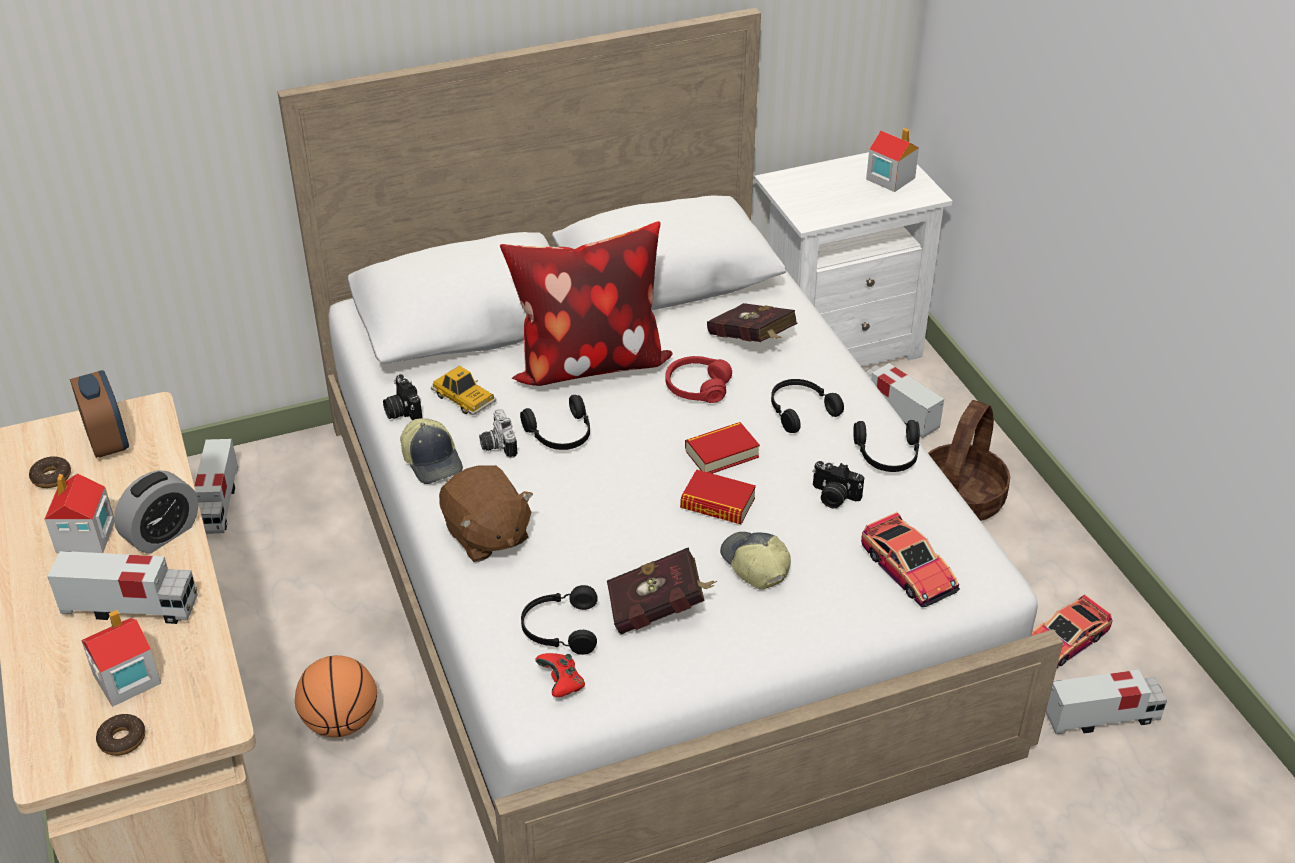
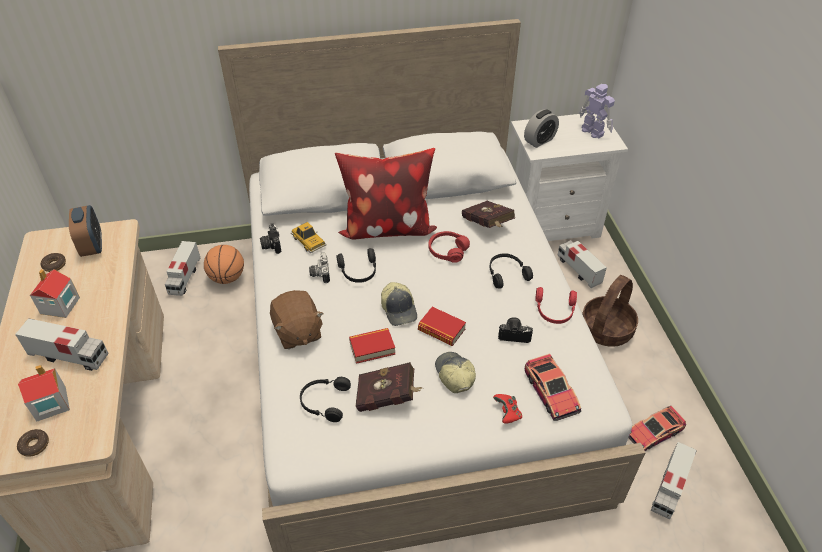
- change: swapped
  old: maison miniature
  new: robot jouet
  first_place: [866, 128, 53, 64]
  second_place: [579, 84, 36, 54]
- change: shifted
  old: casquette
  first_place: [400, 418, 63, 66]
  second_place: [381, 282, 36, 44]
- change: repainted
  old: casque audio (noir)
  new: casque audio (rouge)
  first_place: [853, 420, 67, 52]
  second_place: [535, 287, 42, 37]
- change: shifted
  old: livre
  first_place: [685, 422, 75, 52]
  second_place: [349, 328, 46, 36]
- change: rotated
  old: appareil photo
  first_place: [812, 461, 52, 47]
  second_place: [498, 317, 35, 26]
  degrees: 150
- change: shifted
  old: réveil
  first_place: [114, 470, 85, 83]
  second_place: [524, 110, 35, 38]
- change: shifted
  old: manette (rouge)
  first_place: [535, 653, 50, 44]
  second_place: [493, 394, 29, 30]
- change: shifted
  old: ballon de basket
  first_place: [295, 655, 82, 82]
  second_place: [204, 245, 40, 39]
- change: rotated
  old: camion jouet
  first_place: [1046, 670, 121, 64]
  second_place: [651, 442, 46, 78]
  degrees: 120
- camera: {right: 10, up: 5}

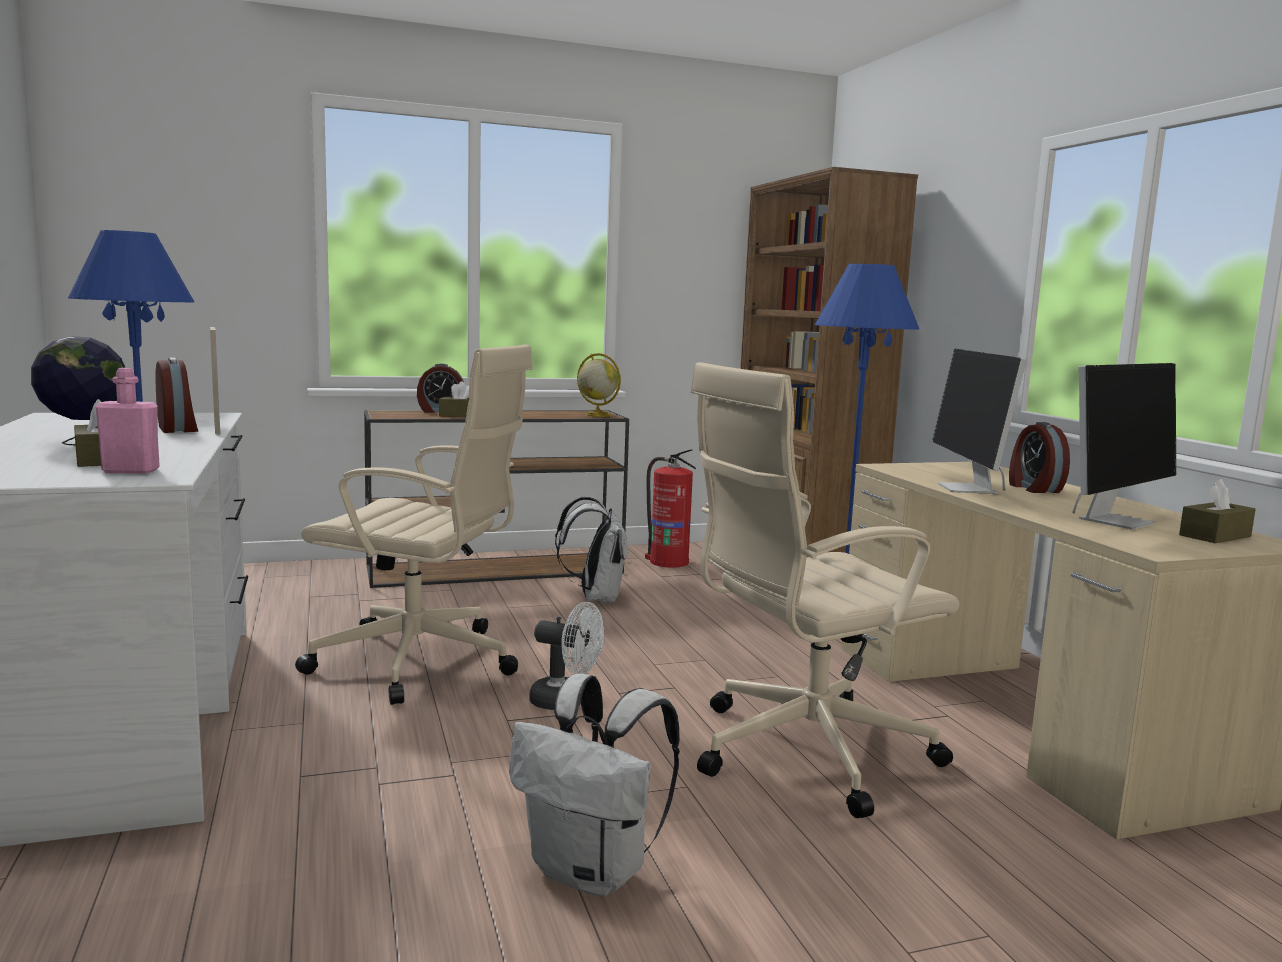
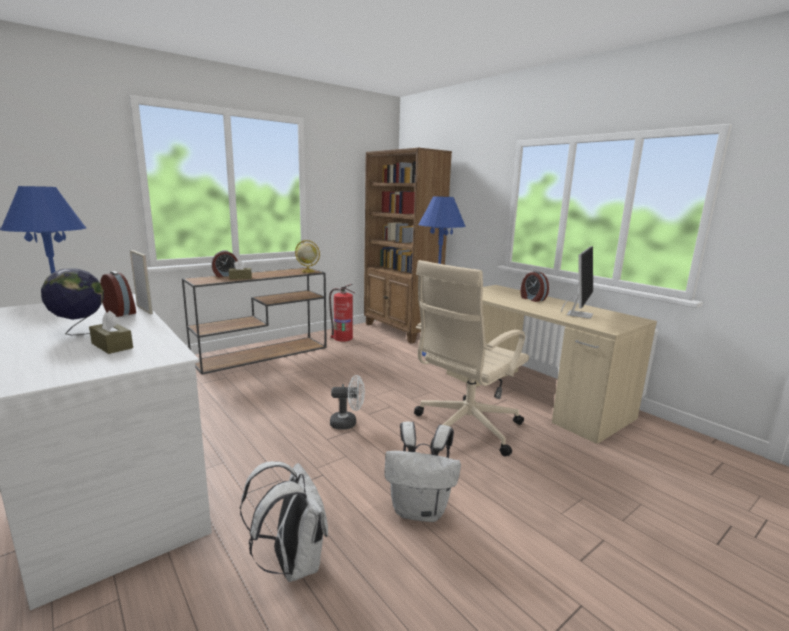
- change: gone
  old: chaise de bureau (beige)
  first_place: [295, 344, 238, 361]
- change: gone
  old: écran d'ordinateur
  first_place: [932, 349, 95, 145]
- change: gone
  old: bouteille (rose)
  first_place: [95, 368, 65, 106]
- change: gone
  old: boîte à mouchoirs (marron)
  first_place: [1179, 479, 77, 64]
- change: shifted
  old: sac à dos (blanc)
  first_place: [555, 496, 73, 107]
  second_place: [240, 461, 88, 121]
- camera: {right: -20, up: 5}

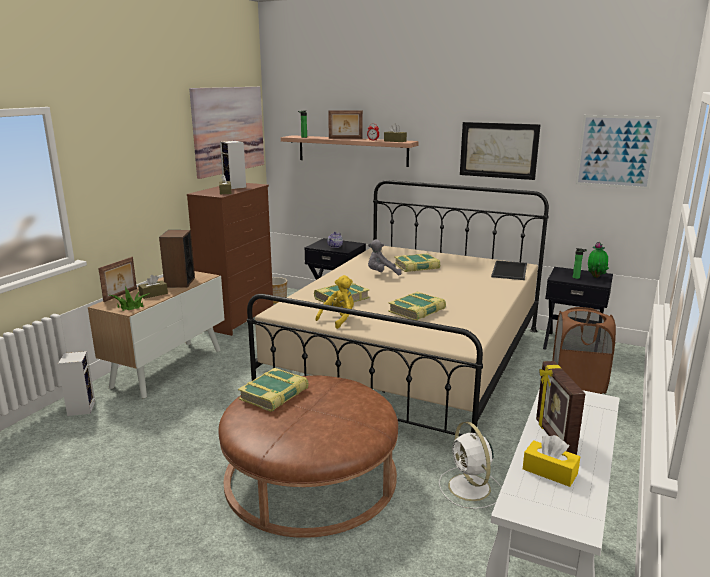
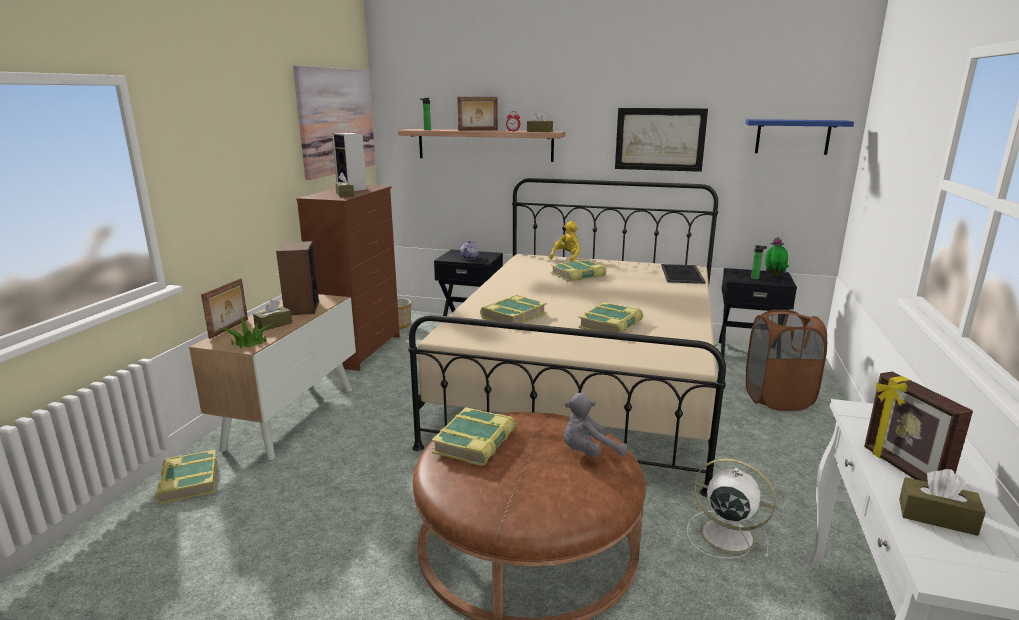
- change: swapped
  old: tableau
  new: étagère (bleu)
  first_place: [575, 115, 86, 74]
  second_place: [746, 119, 108, 36]
- change: shifted
  old: peluche (gris)
  first_place: [368, 239, 33, 36]
  second_place: [564, 393, 63, 64]
- change: shifted
  old: peluche (jaune)
  first_place: [315, 275, 39, 54]
  second_place: [550, 221, 31, 41]
- change: swapped
  old: enceinte
  new: livre
  first_place: [58, 351, 37, 65]
  second_place: [155, 450, 63, 54]
- change: rotated
  old: ventilateur (blanc)
  first_place: [439, 422, 63, 87]
  second_place: [687, 458, 89, 101]
  degrees: 150
- change: repainted
  old: boîte à mouchoirs (jaune)
  new: boîte à mouchoirs (marron)
  first_place: [523, 435, 57, 52]
  second_place: [899, 469, 87, 67]
- camera: {right: -10, up: 0}

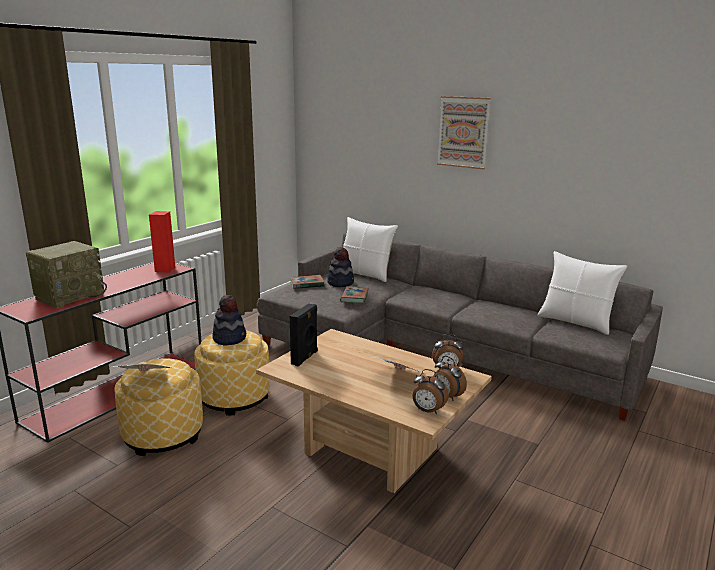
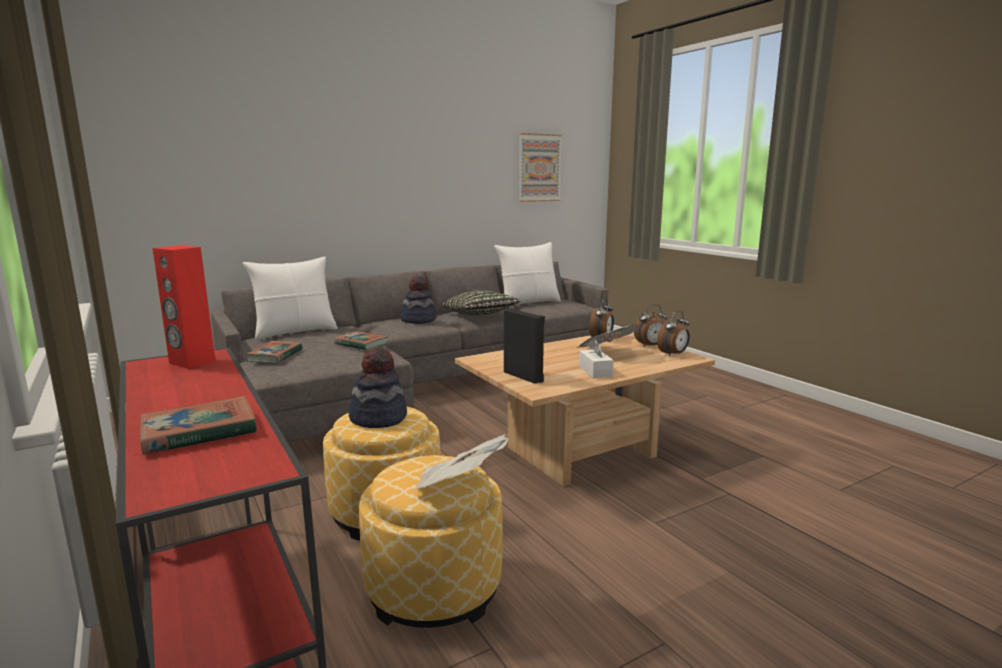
- change: shifted
  old: tableau
  first_place: [437, 96, 54, 73]
  second_place: [519, 133, 43, 69]
- change: swapped
  old: radio
  new: livre
  first_place: [26, 241, 81, 67]
  second_place: [140, 396, 117, 59]
- change: shifted
  old: chapeau
  first_place: [327, 247, 27, 40]
  second_place: [400, 276, 36, 48]
- change: new
  new: coussin
  second_place: [442, 290, 79, 26]
- change: new
  new: boîte à mouchoirs (blanc)
  second_place: [579, 339, 35, 39]
- camera: {right: -65, up: -5}

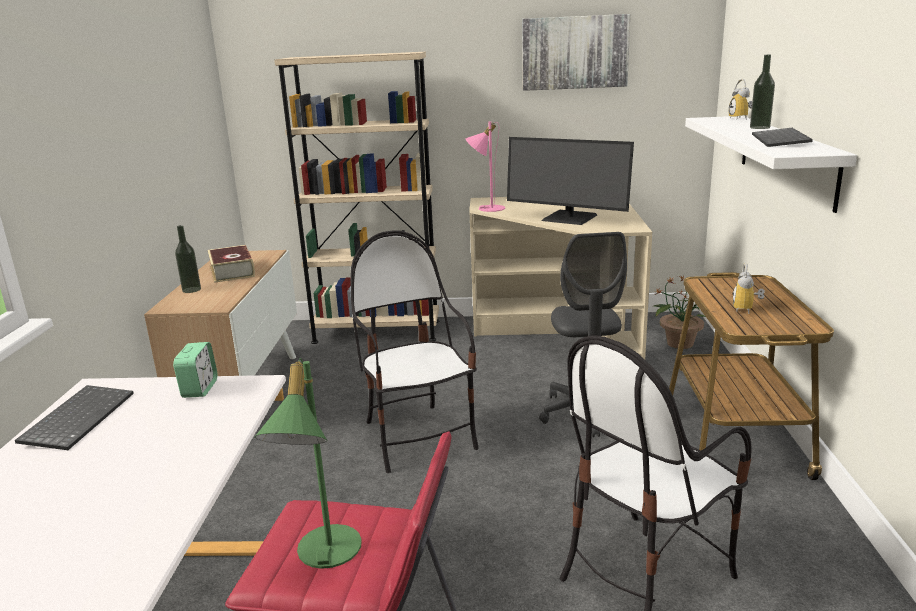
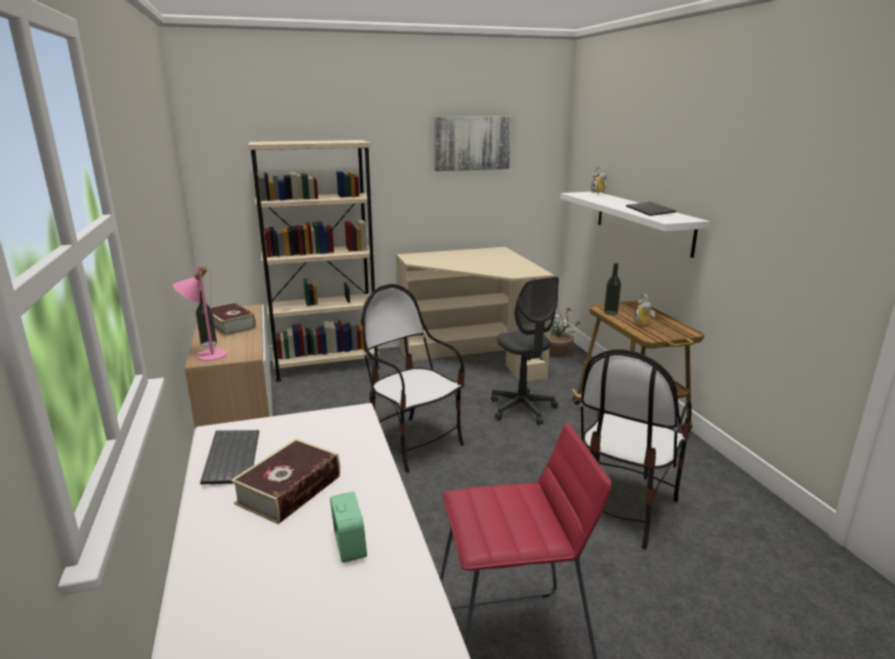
- change: shifted
  old: bouteille
  first_place: [750, 55, 25, 74]
  second_place: [604, 263, 17, 52]
- change: shifted
  old: lampe de table (rose)
  first_place: [465, 121, 40, 91]
  second_place: [173, 266, 55, 95]
- change: gone
  old: écran d'ordinateur
  first_place: [507, 137, 127, 88]
- change: shifted
  old: réveil
  first_place: [173, 342, 44, 56]
  second_place: [330, 492, 37, 71]
- change: gone
  old: lampe de table (vert)
  first_place: [255, 358, 107, 211]
- change: new
  new: livre
  second_place: [231, 439, 109, 85]
- camera: {right: -20, up: 0}

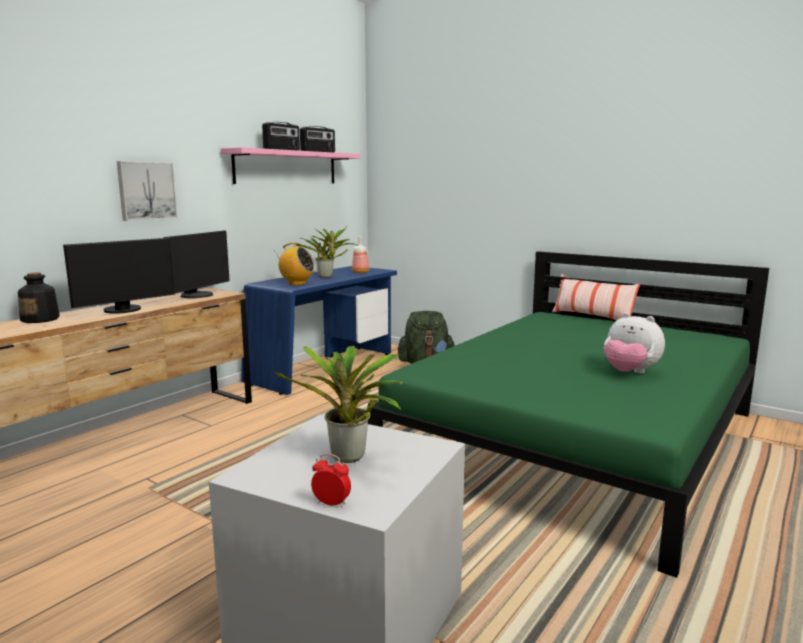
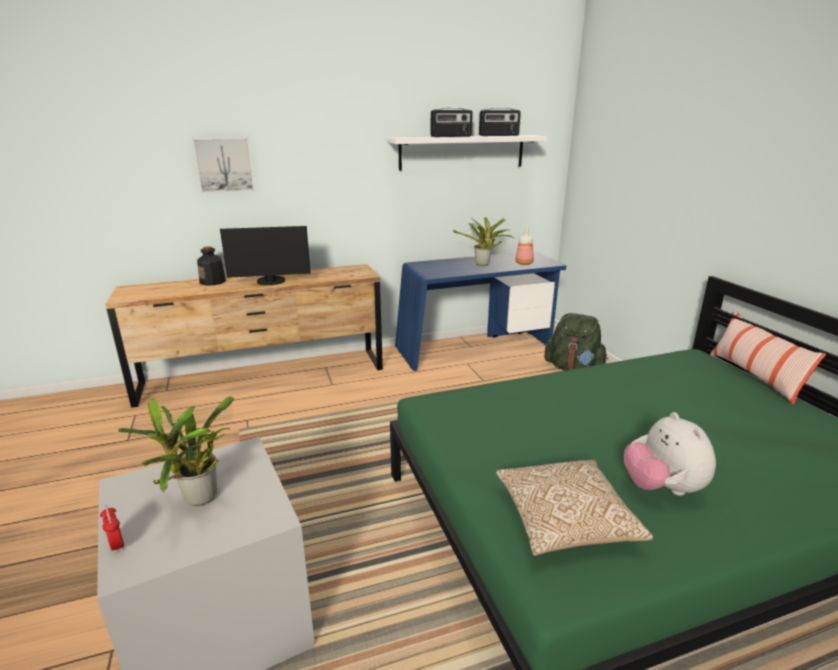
- change: repainted
  old: étagère (rose)
  new: étagère (blanc)
  first_place: [221, 147, 139, 37]
  second_place: [387, 135, 160, 36]
- change: shifted
  old: tableau
  first_place: [117, 161, 61, 60]
  second_place: [193, 138, 61, 55]
- change: gone
  old: écran d'ordinateur
  first_place: [163, 230, 67, 68]
- change: gone
  old: radio
  first_place: [275, 243, 40, 42]
- change: new
  new: coussin
  second_place: [496, 460, 157, 95]
- camera: {right: 35, up: 10}

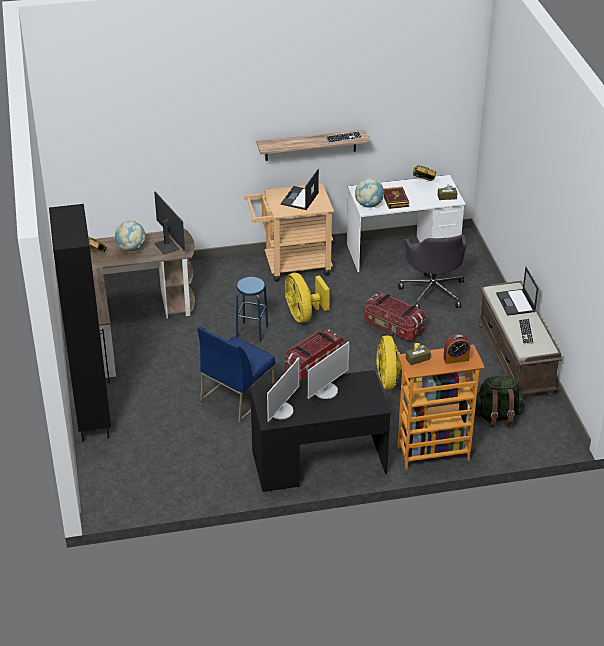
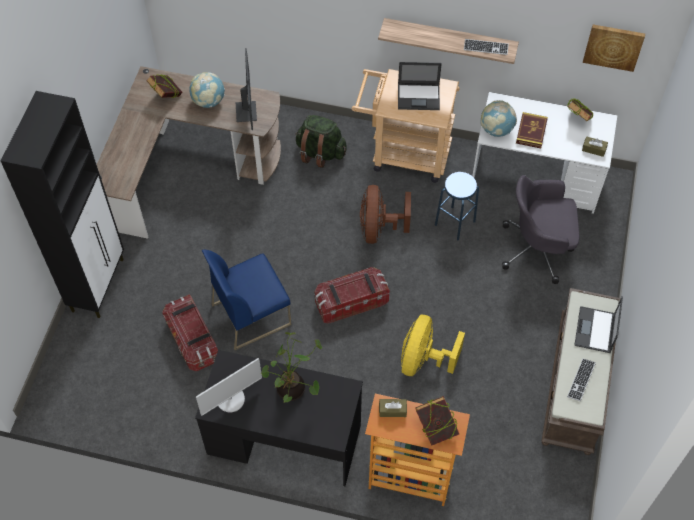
- change: rotated
  old: ordinateur portable
  first_place: [281, 169, 38, 41]
  second_place: [398, 62, 44, 48]
  degrees: -135
- change: rotated
  old: chaise de bureau (gris)
  first_place: [398, 235, 69, 74]
  second_place: [502, 175, 78, 109]
  degrees: 75
- change: repainted
  old: ventilateur (jaune)
  new: ventilateur (marron)
  first_place: [285, 273, 45, 50]
  second_place: [360, 185, 51, 59]
- change: shifted
  old: tabouret (bleu)
  first_place: [236, 277, 32, 65]
  second_place: [435, 172, 44, 68]
- change: shifted
  old: boîte de rangement
  first_place: [364, 292, 62, 49]
  second_place: [162, 295, 56, 76]
- change: swapped
  old: réveil
  new: livre
  first_place: [443, 334, 27, 30]
  second_place: [415, 396, 44, 49]
- change: swapped
  old: écran d'ordinateur
  new: plante en pot
  first_place: [308, 341, 42, 58]
  second_place: [261, 332, 61, 70]
- change: shifted
  old: sac à dos (vert)
  first_place: [475, 376, 50, 51]
  second_place: [295, 115, 52, 53]
- change: new
  new: tableau
  second_place: [583, 25, 62, 47]
- camera: {right: 25, up: 20}

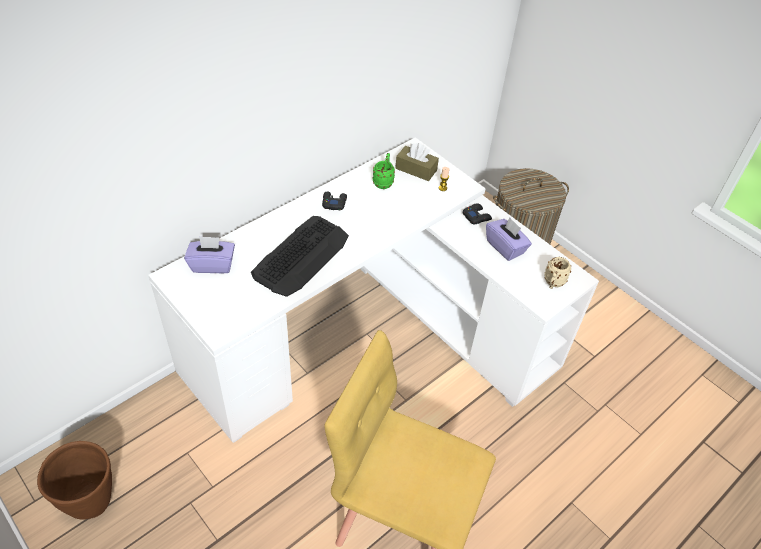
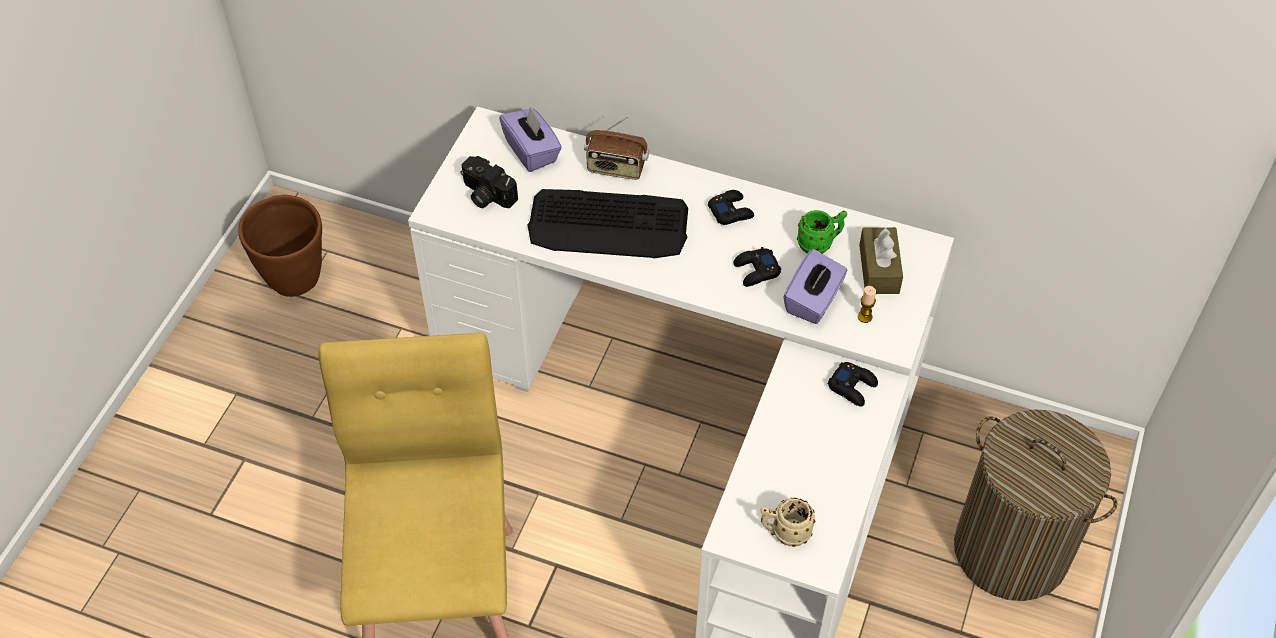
- change: shifted
  old: boîte à mouchoirs (violet)
  first_place: [486, 217, 46, 44]
  second_place: [783, 249, 64, 75]
- change: new
  new: radio
  second_place: [584, 116, 65, 64]
- change: new
  new: appareil photo
  second_place: [460, 156, 58, 52]
- change: new
  new: manette (noir)
  second_place: [733, 247, 48, 40]
- camera: {right: 65, up: 5}

